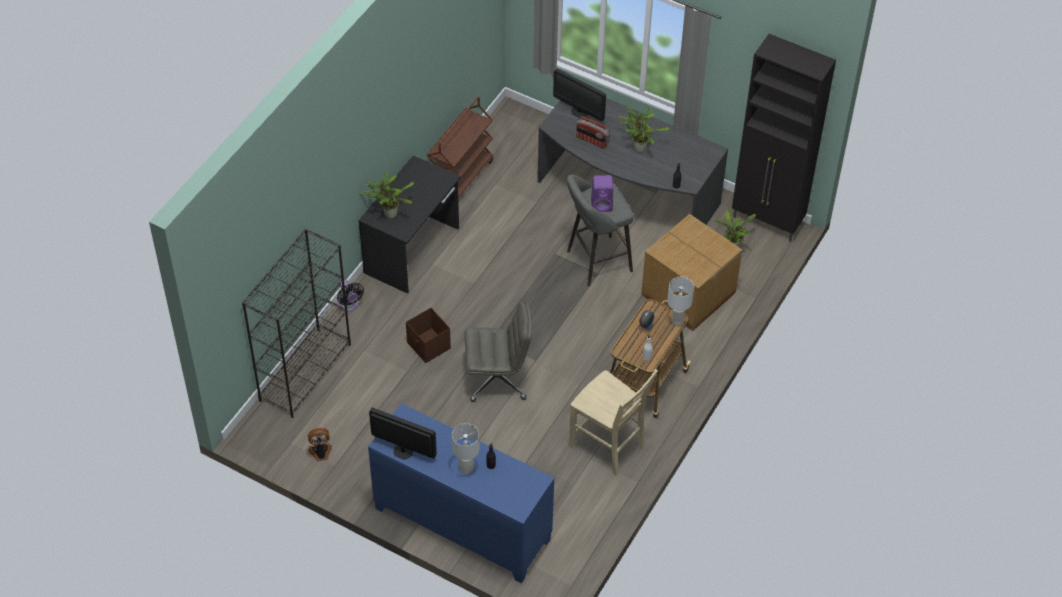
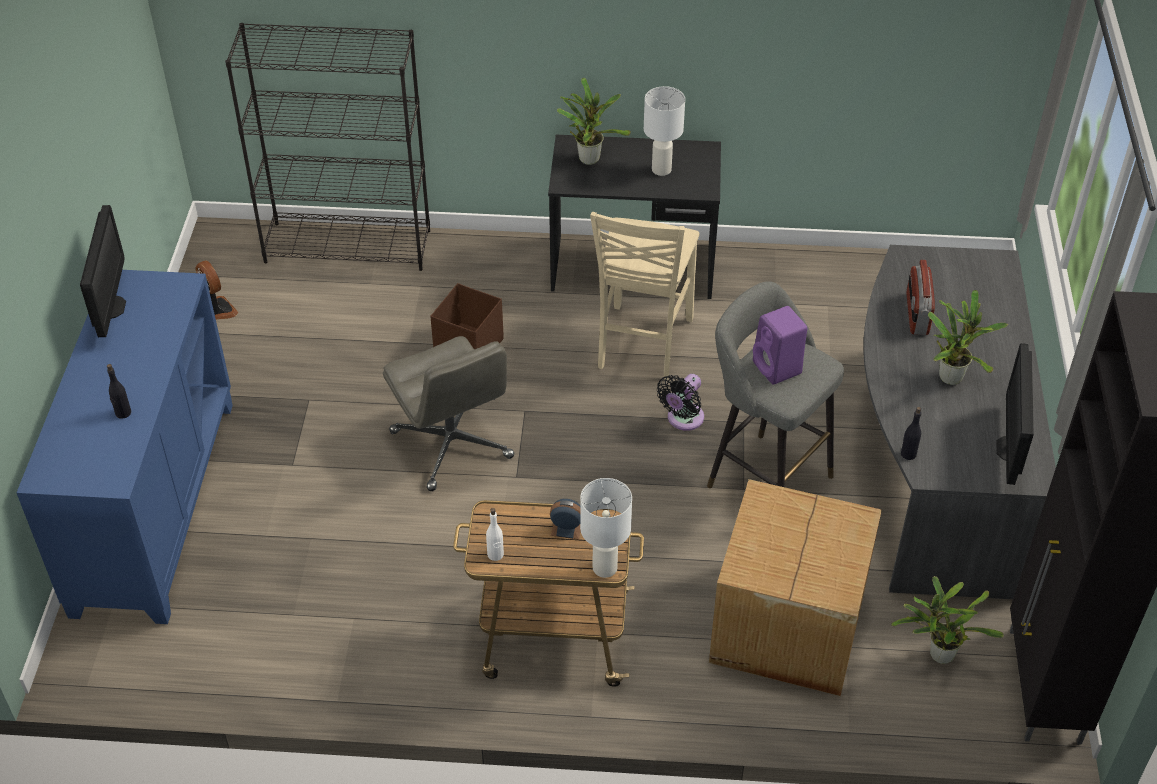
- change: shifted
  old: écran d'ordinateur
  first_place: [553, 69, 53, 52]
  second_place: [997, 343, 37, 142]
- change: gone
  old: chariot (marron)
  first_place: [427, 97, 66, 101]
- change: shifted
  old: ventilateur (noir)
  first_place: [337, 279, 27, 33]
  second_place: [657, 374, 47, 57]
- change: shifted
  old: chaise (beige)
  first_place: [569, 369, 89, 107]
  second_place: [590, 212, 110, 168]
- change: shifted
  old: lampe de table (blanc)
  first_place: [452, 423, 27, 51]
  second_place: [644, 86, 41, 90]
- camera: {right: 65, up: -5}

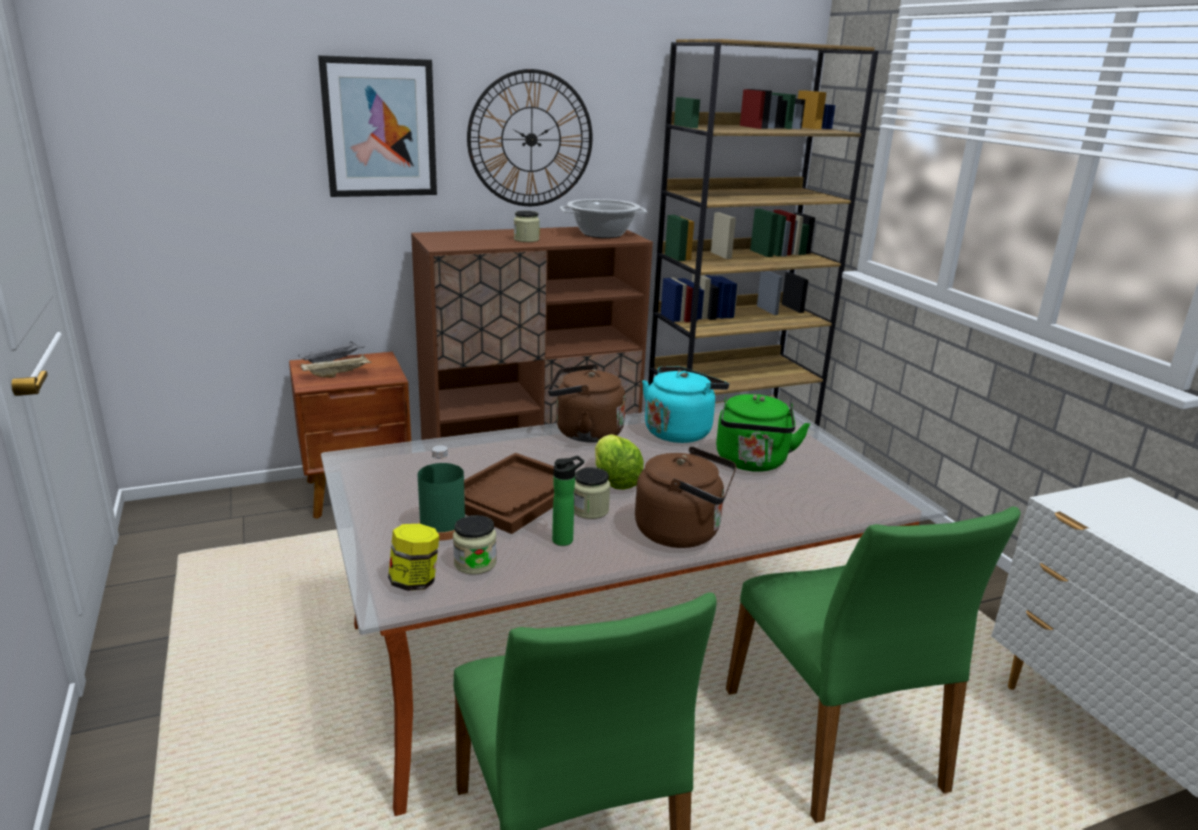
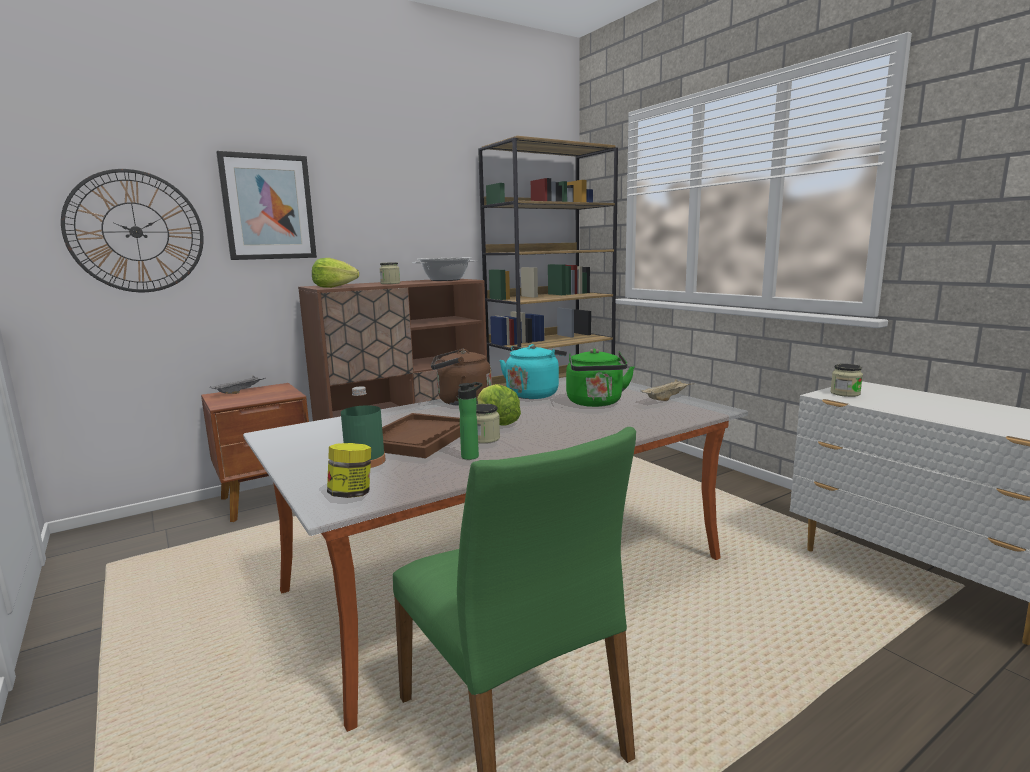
- change: shifted
  old: horloge murale
  first_place: [467, 69, 126, 137]
  second_place: [61, 169, 143, 123]
- change: shifted
  old: plateau (beige)
  first_place: [300, 355, 72, 23]
  second_place: [640, 379, 55, 22]
- change: gone
  old: bouilloire (marron)
  first_place: [635, 446, 102, 102]
- change: gone
  old: chaise (vert)
  first_place: [726, 506, 295, 317]
- change: shifted
  old: bocal
  first_place: [453, 515, 44, 60]
  second_place: [830, 364, 33, 33]
- change: new
  new: laitue
  second_place: [312, 258, 47, 30]
- camera: {right: -10, up: -10}

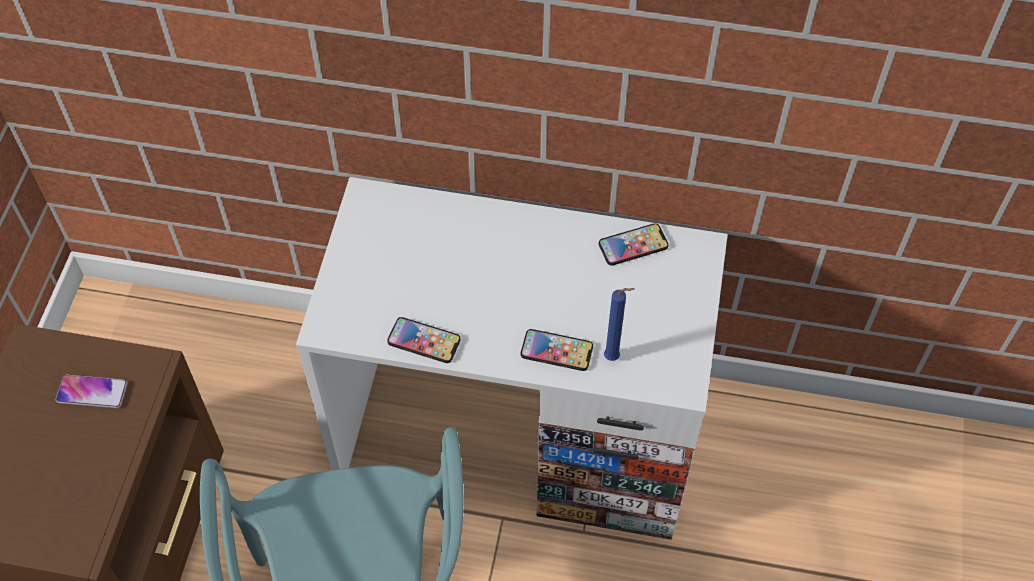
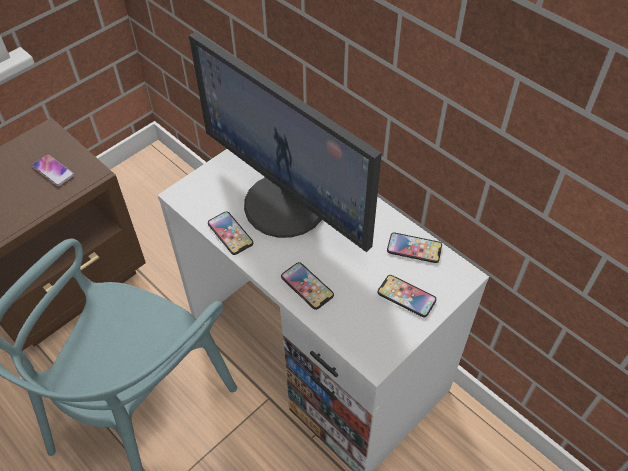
- change: gone
  old: bougie (bleu)
  first_place: [604, 288, 30, 73]
- change: new
  new: écran d'ordinateur
  second_place: [189, 31, 193, 221]
- change: new
  new: téléphone
  second_place: [378, 275, 58, 42]
- camera: {right: 35, up: -5}

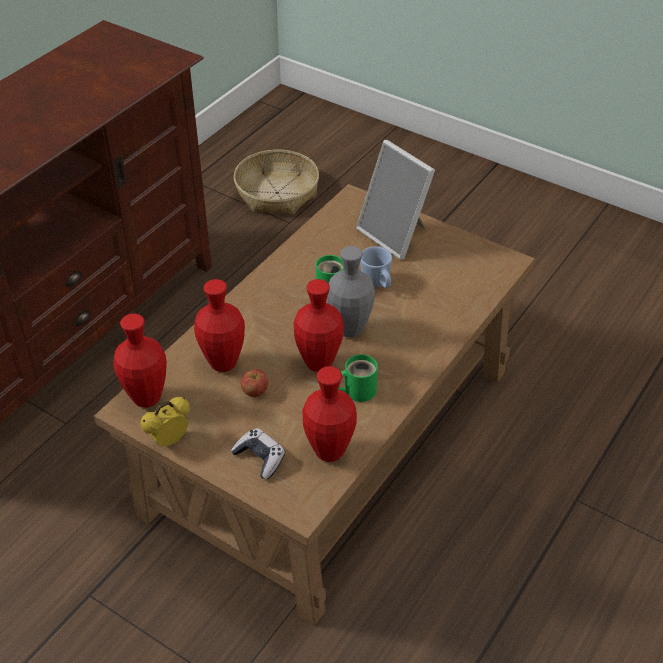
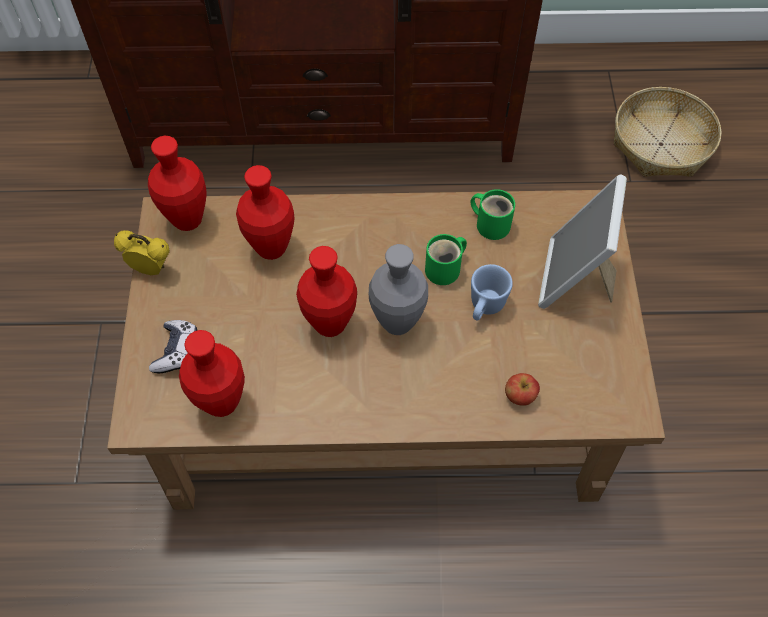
- change: shifted
  old: mug (vert)
  first_place: [338, 354, 40, 48]
  second_place: [471, 189, 44, 51]
- change: shifted
  old: pomme
  first_place: [241, 369, 27, 28]
  second_place: [505, 373, 35, 33]
- camera: {right: 55, up: 15}

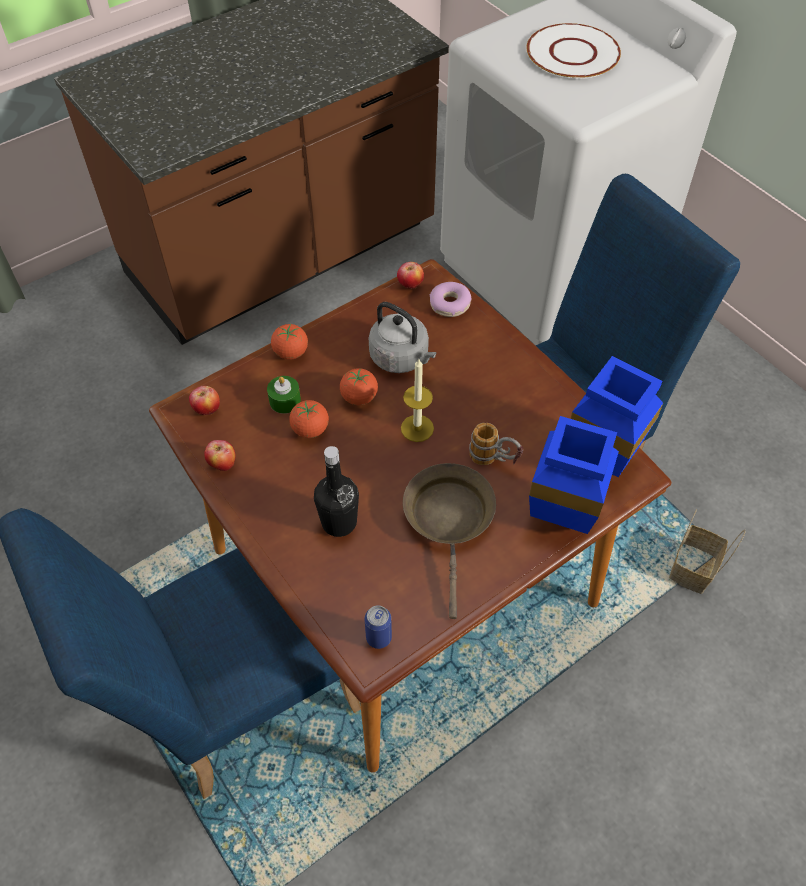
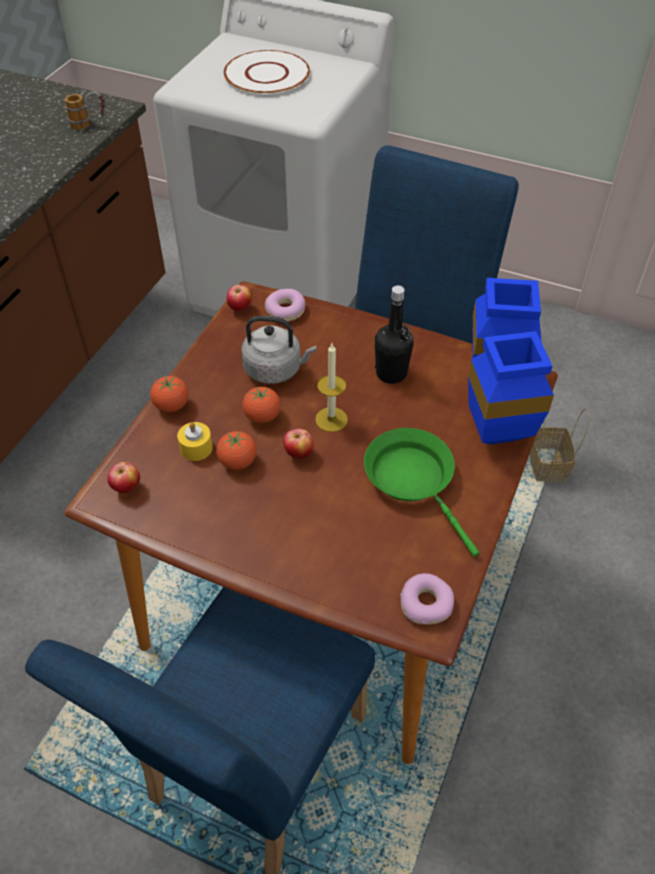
- change: repainted
  old: bougie (vert)
  new: bougie (jaune)
  first_place: [267, 376, 34, 38]
  second_place: [177, 422, 36, 39]
- change: shifted
  old: mug
  first_place: [469, 423, 54, 42]
  second_place: [65, 91, 40, 39]
- change: shifted
  old: pomme
  first_place: [204, 440, 32, 31]
  second_place: [283, 428, 31, 31]
- change: shifted
  old: bouteille (noir)
  first_place: [314, 446, 45, 91]
  second_place: [374, 285, 40, 99]
- change: repainted
  old: poêle (marron)
  new: poêle (vert)
  first_place: [403, 463, 93, 156]
  second_place: [364, 428, 115, 129]
- change: swapped
  old: boîte métallique
  new: beignet
  first_place: [365, 605, 27, 44]
  second_place: [400, 573, 54, 52]
- camera: {right: -30, up: -5}

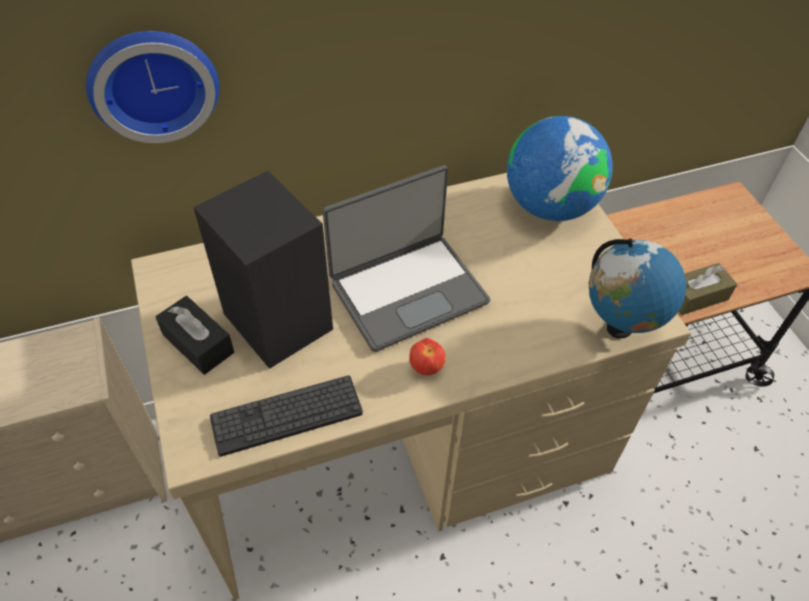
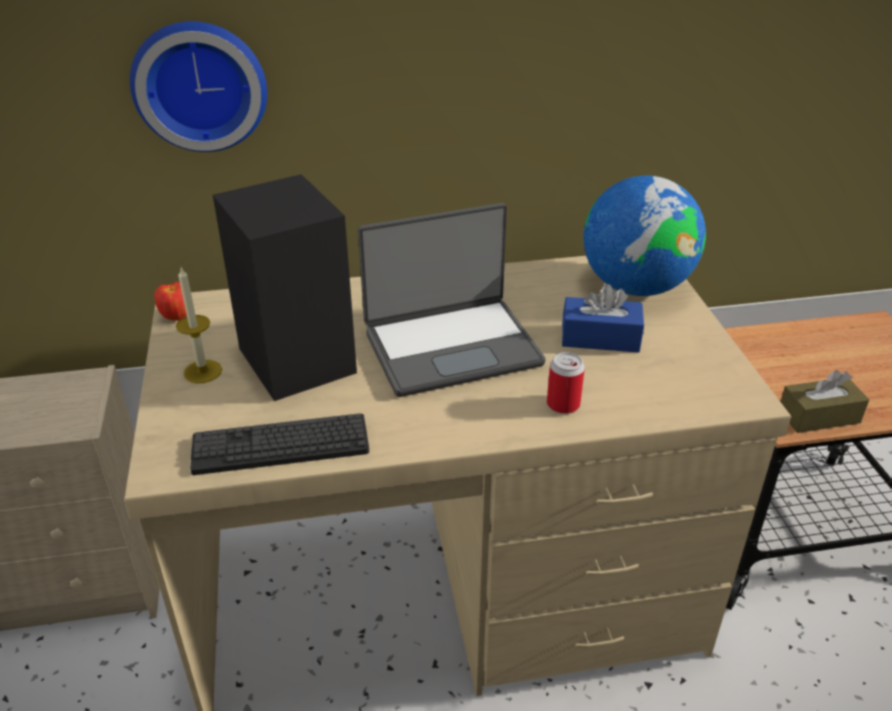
- change: gone
  old: globe
  first_place: [589, 239, 97, 100]
- change: swapped
  old: boîte à mouchoirs (noir)
  new: bougie
  first_place: [156, 296, 78, 79]
  second_place: [176, 268, 46, 115]
- change: shifted
  old: pomme
  first_place: [409, 338, 37, 37]
  second_place: [154, 282, 33, 39]
- change: new
  new: boîte à mouchoirs (bleu)
  second_place: [562, 284, 82, 69]
- change: new
  new: boîte métallique
  second_place: [547, 352, 38, 62]
- camera: {right: 10, up: -15}

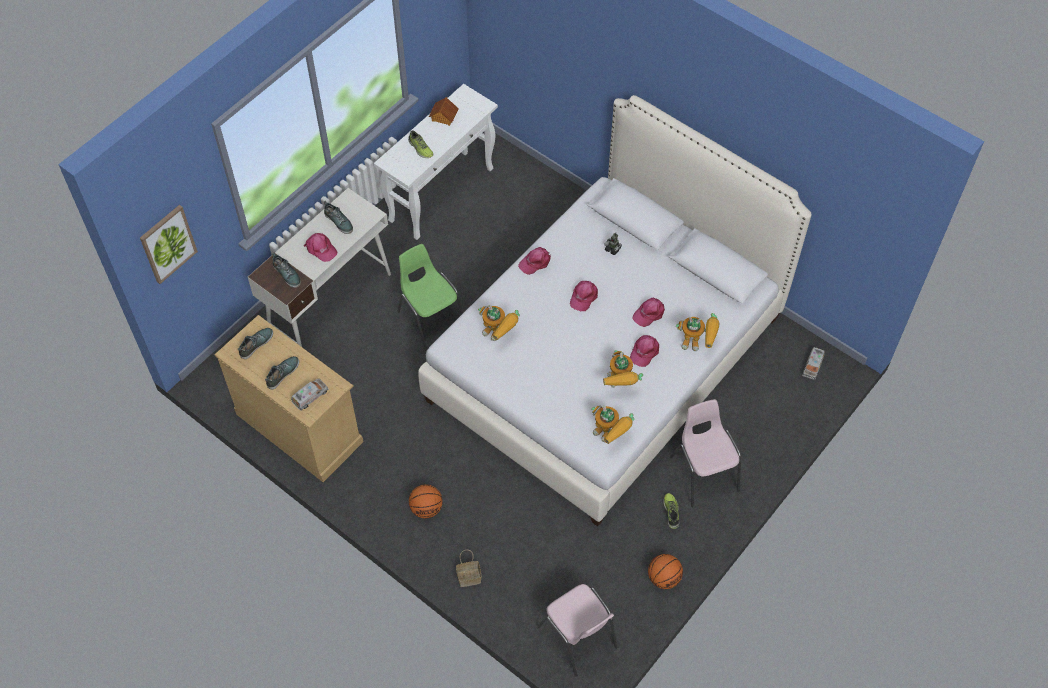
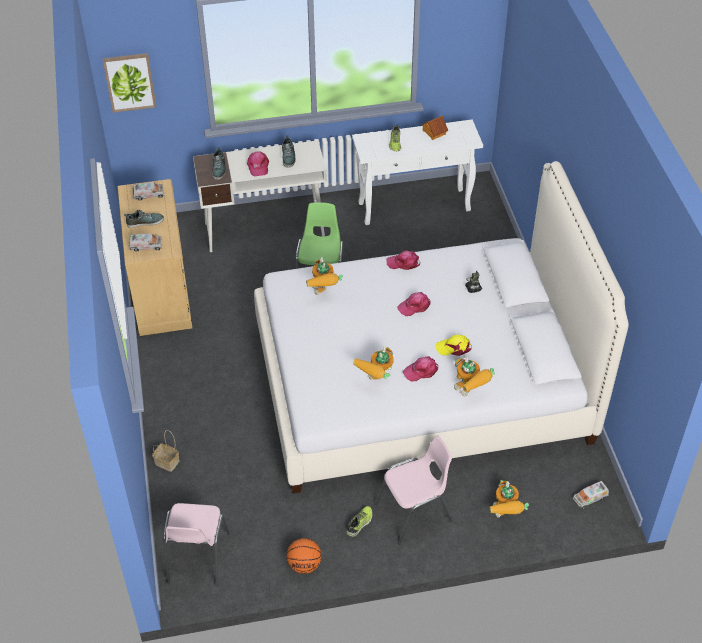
- change: repainted
  old: casquette (rose)
  new: casquette (jaune)
  first_place: [632, 298, 33, 29]
  second_place: [436, 335, 36, 21]
- change: swapped
  old: chaussure
  new: camion jouet
  first_place: [238, 328, 35, 31]
  second_place: [133, 182, 31, 18]
- change: rotated
  old: chaise (rose)
  first_place: [670, 399, 71, 108]
  second_place: [375, 436, 77, 109]
  degrees: 45
- change: shifted
  old: robot jouet
  first_place: [591, 406, 44, 38]
  second_place: [490, 480, 39, 38]
- change: gone
  old: ballon de basket
  first_place: [409, 484, 34, 34]
- camera: {right: 40, up: -10}

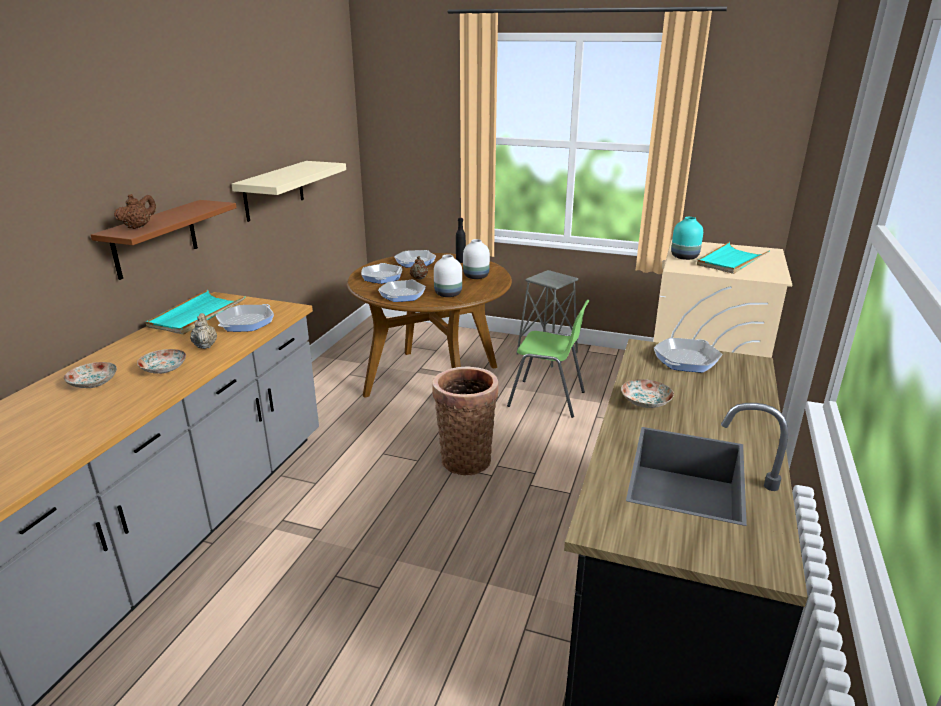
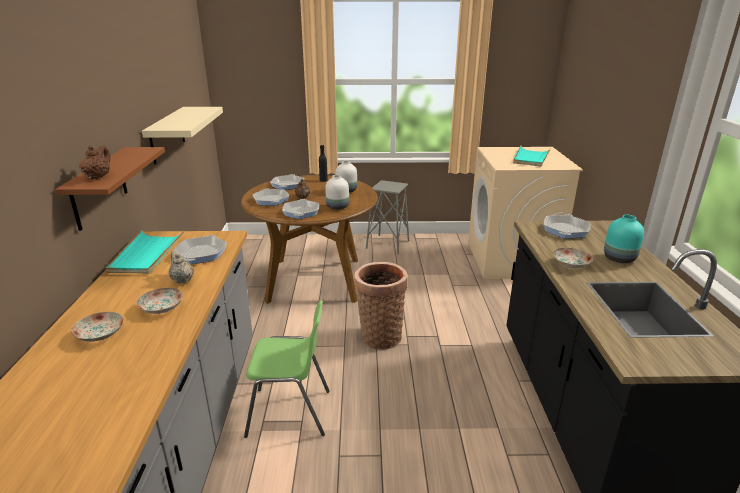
- change: shifted
  old: vase (turquoise)
  first_place: [671, 217, 32, 43]
  second_place: [604, 215, 40, 48]
- change: shifted
  old: chaise (vert)
  first_place: [507, 300, 83, 118]
  second_place: [244, 300, 86, 138]
- camera: {right: -20, up: 0}

